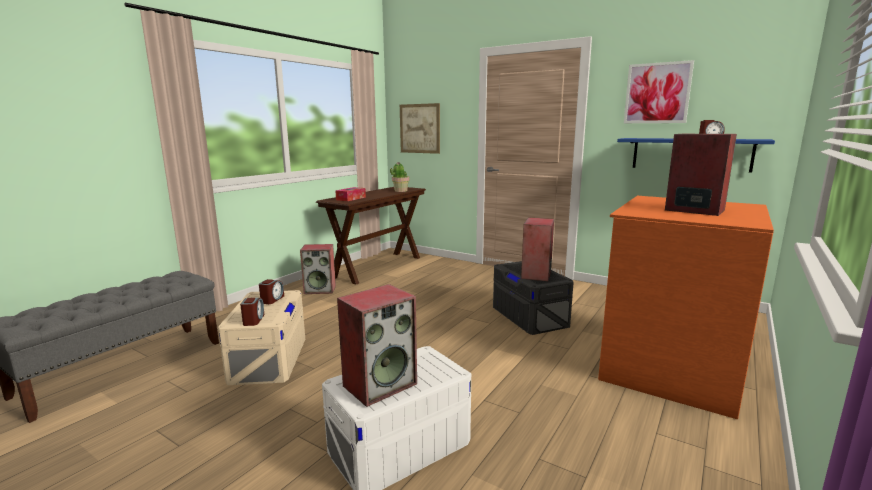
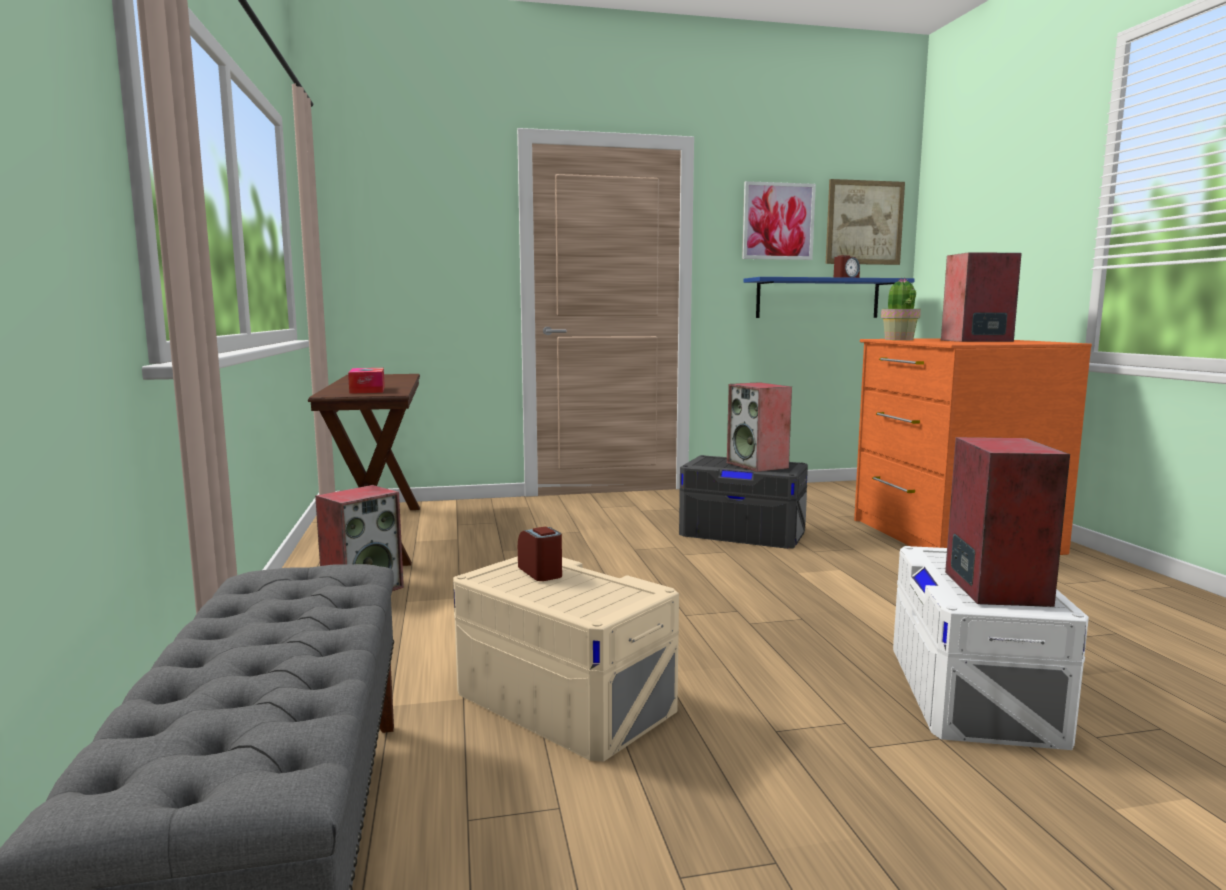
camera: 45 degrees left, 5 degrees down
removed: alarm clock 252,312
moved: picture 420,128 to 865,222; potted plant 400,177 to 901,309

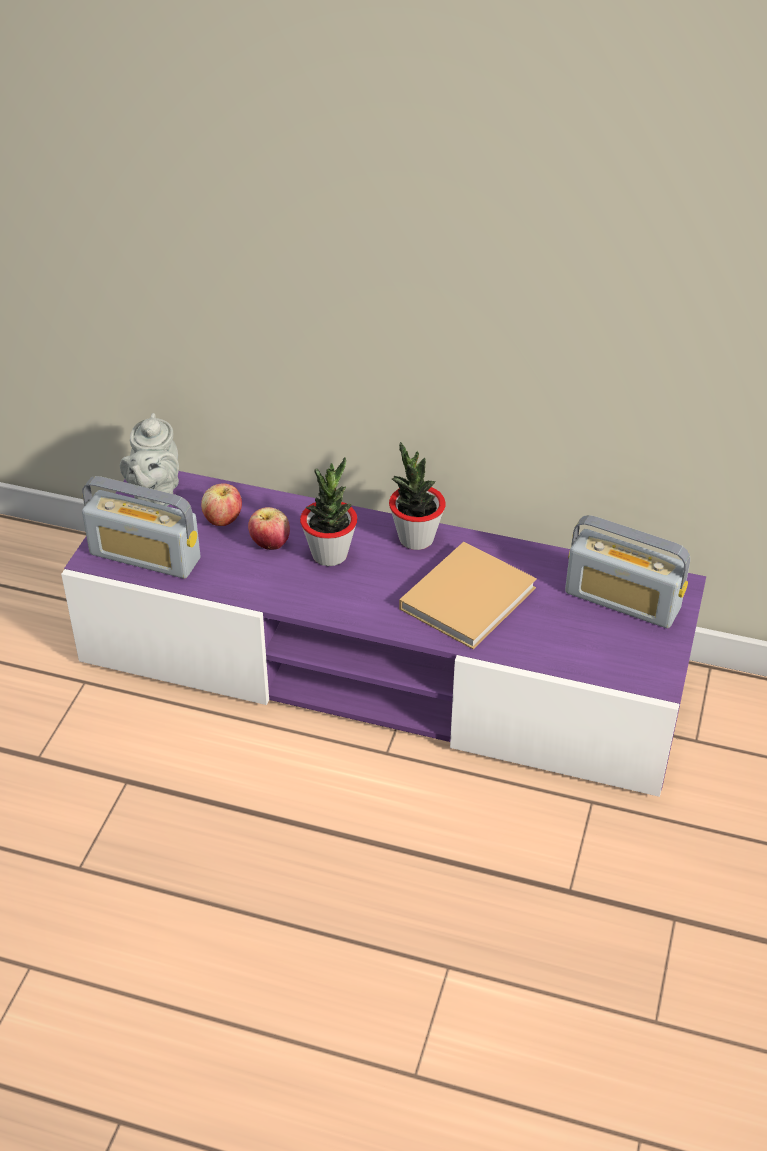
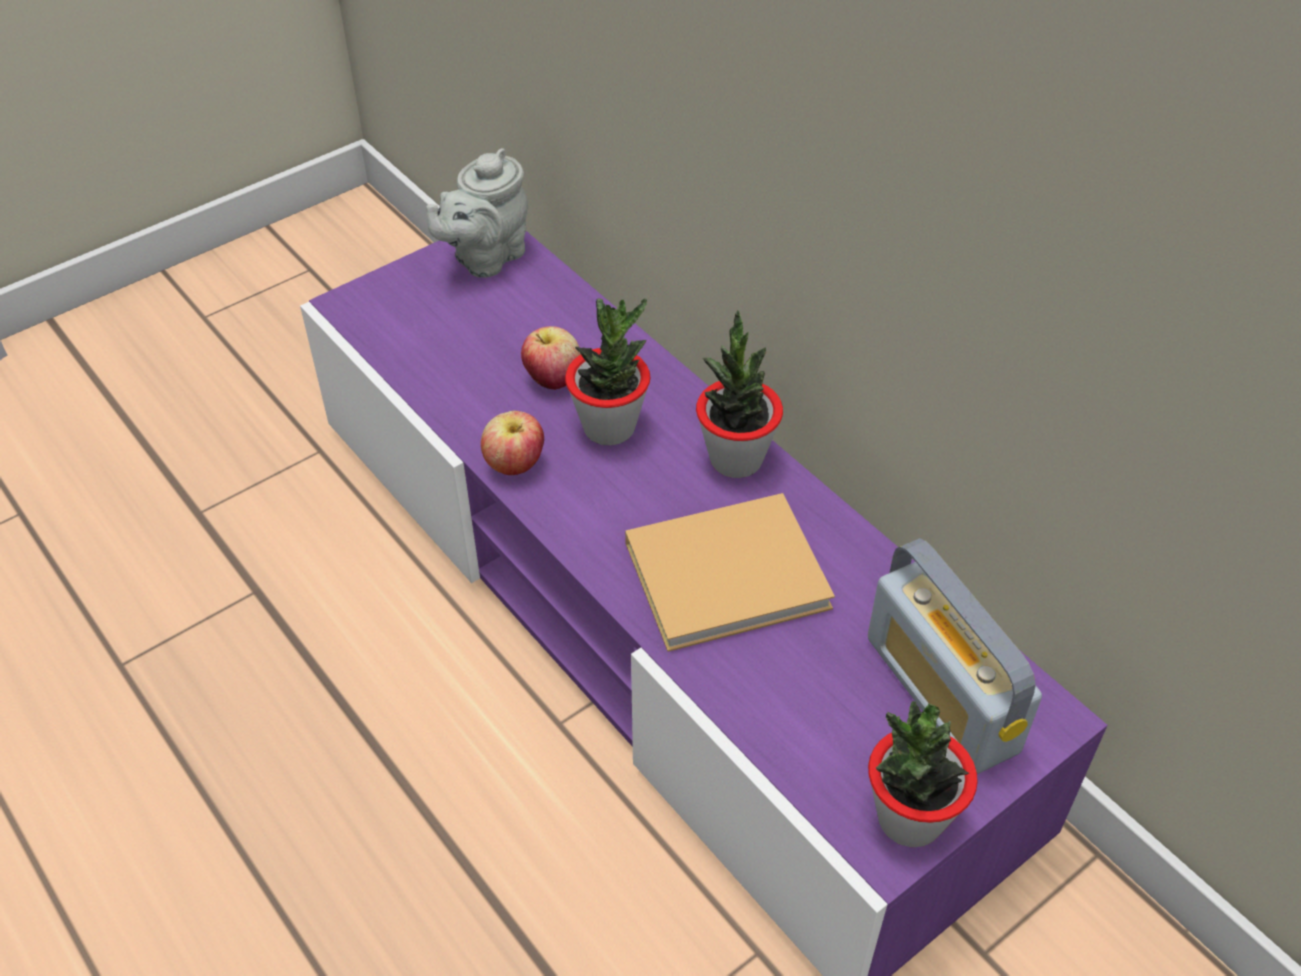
camera: 35 degrees right, 5 degrees up
removed: radio 141,527
added: potted plant 923,774
moved: apple 221,504 to 512,443

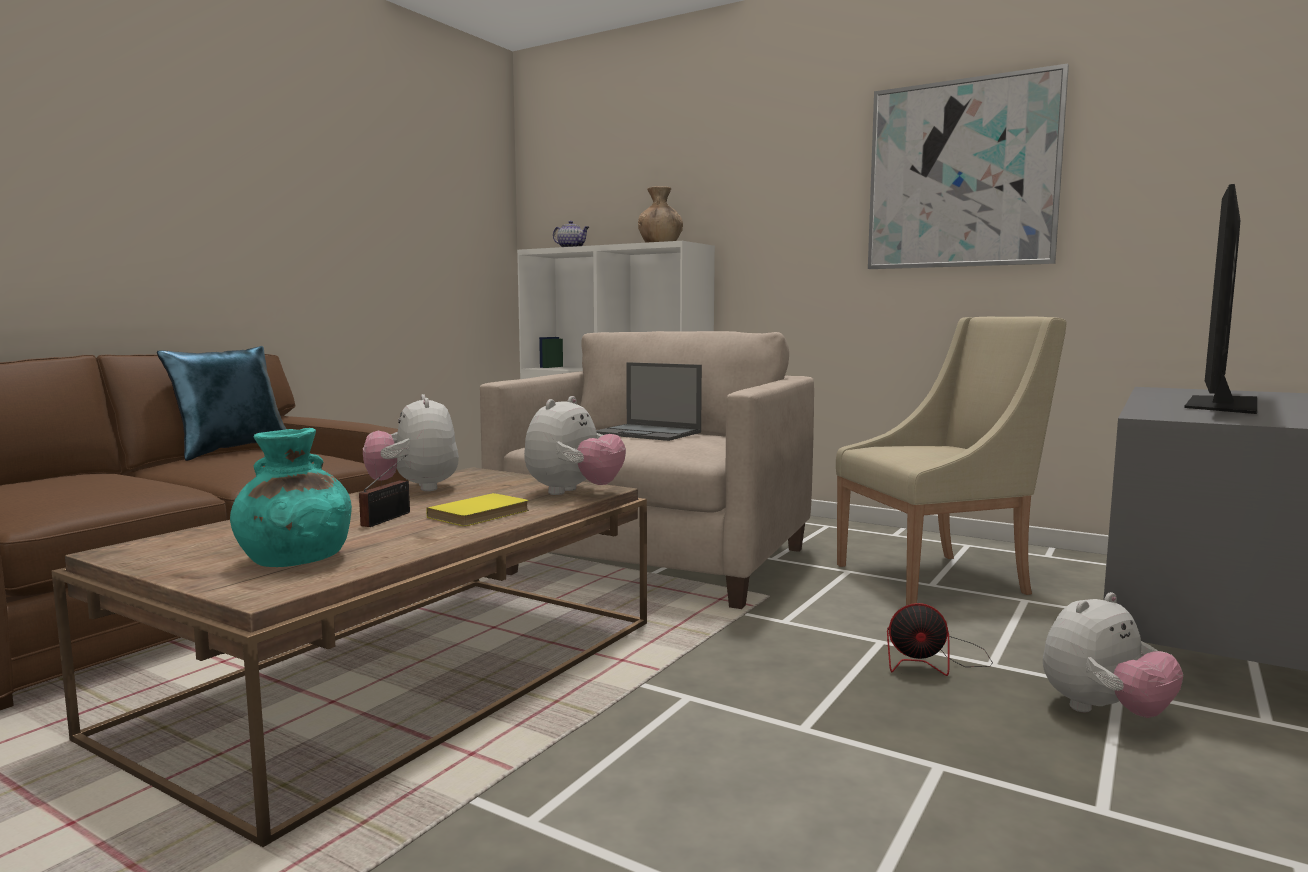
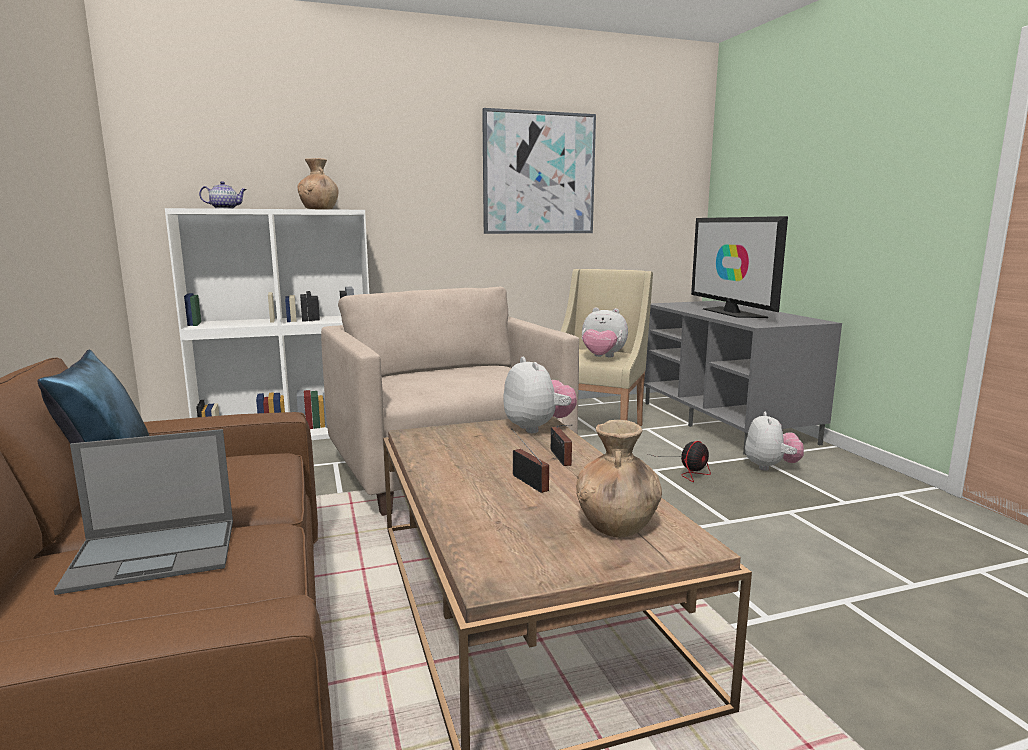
camera: 50 degrees left, 5 degrees up
moved: laptop 649,401 to 143,512; plush toy 411,442 to 605,332
replaced: yellow book 477,509 to radio 561,445
recoloured: turquoise vase 291,497 to brown vase 619,479

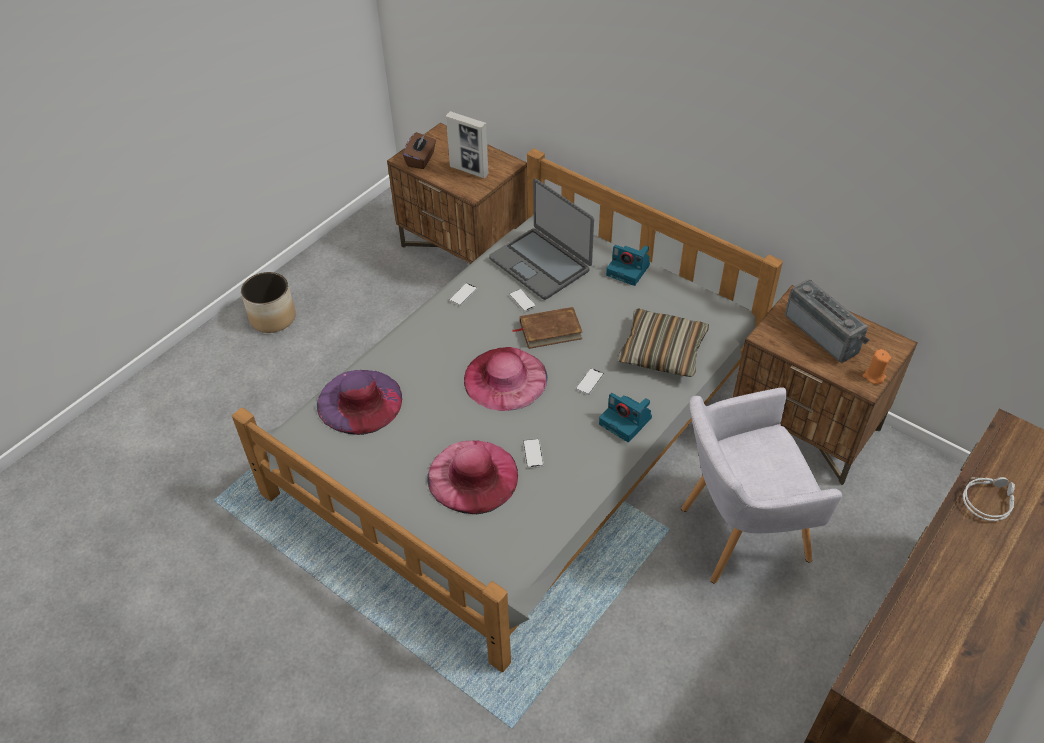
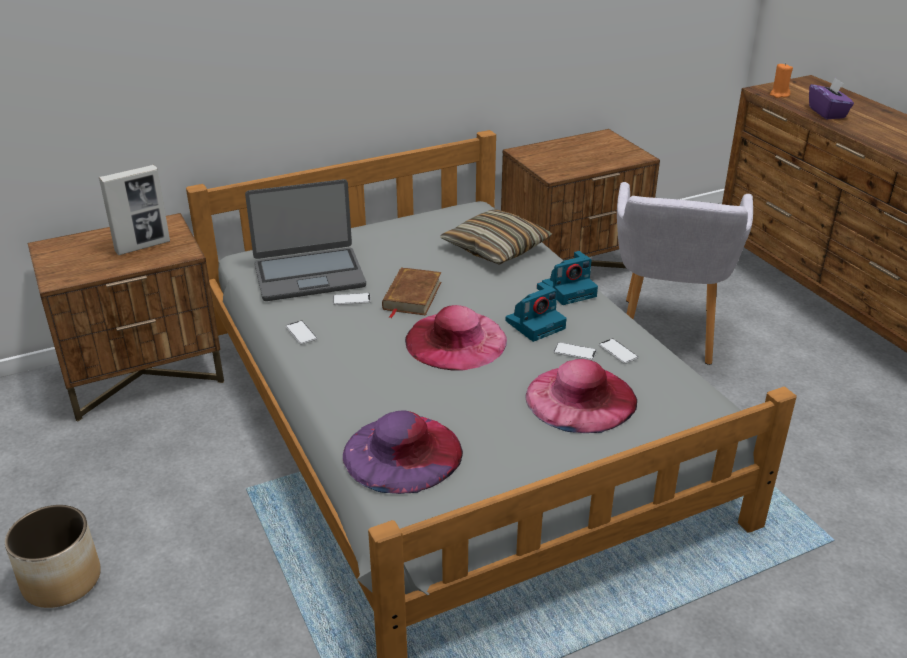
camera: 65 degrees left, 15 degrees down
removed: brown tissue box 419,150; radio 827,321
moved: photo camera 628,265 to 536,312; phone 589,381 to 619,351; orange candle 877,366 to 781,80
replaced: grey headphones 989,499 to purple tissue box 831,98

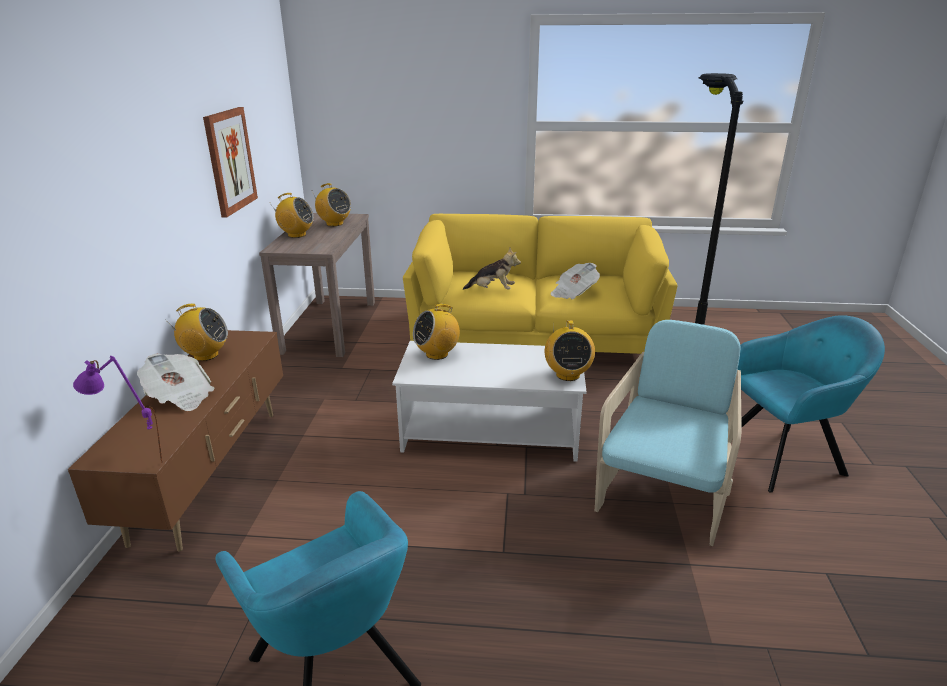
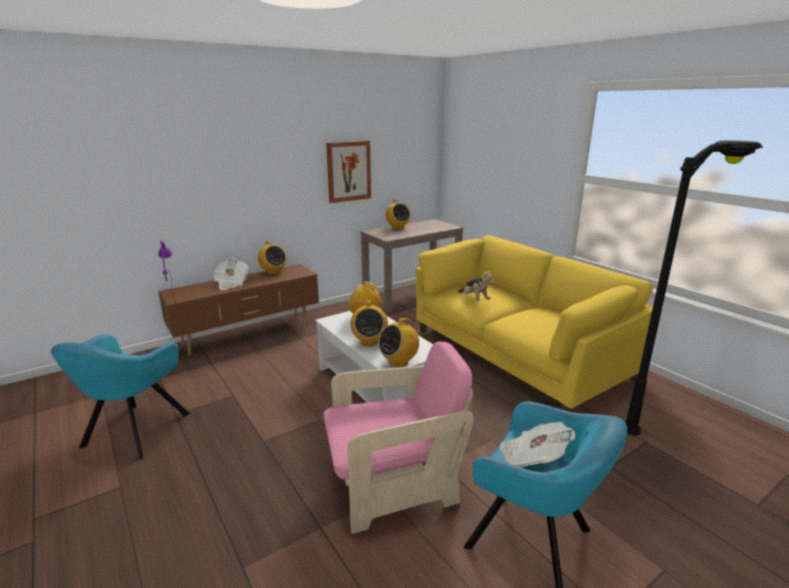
camera: 50 degrees right, 5 degrees down
moved: radio 331,204 to 369,323; newspaper 575,281 to 537,444
recoloured: turquoise armchair 668,433 to pink armchair 399,438

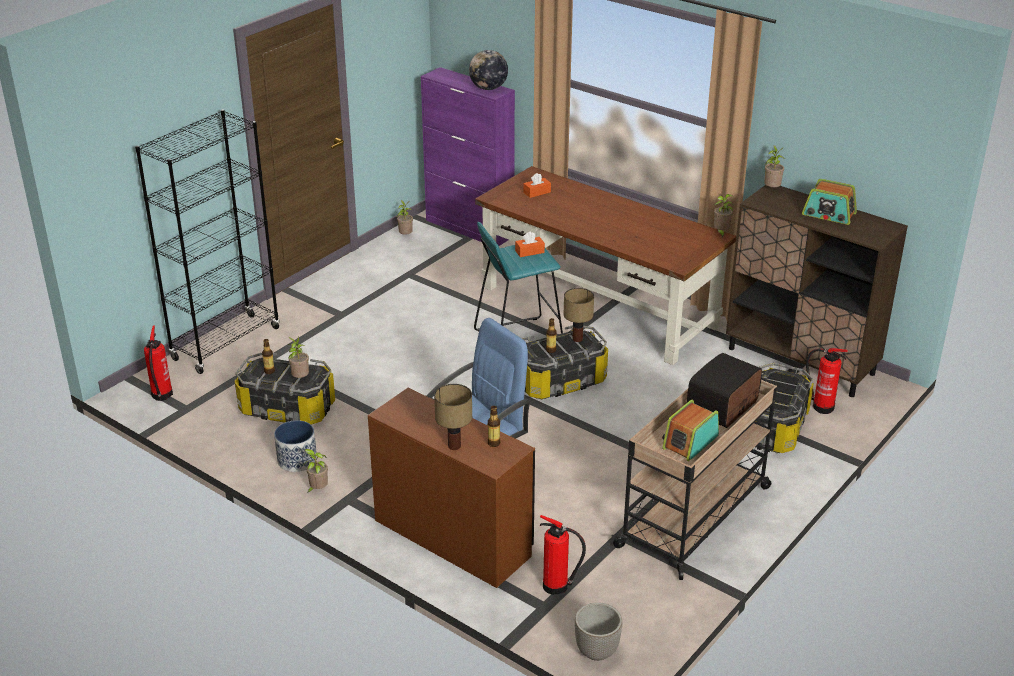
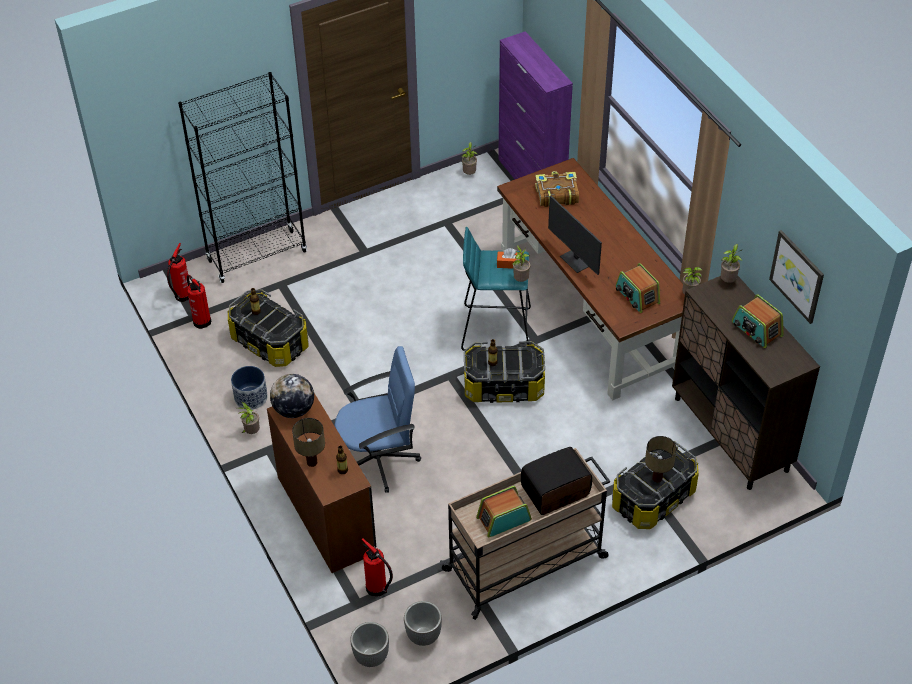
camera: 25 degrees right, 15 degrees up
added: planter 423,623; monitor 575,235; radio 638,288; picture 796,277
moved: fire extinguisher 827,381 to 199,302; globe 488,70 to 292,396; potted plant 298,357 to 521,263; table lamp 578,315 to 661,459
replaced: orange tissue box 537,185 to book 557,189

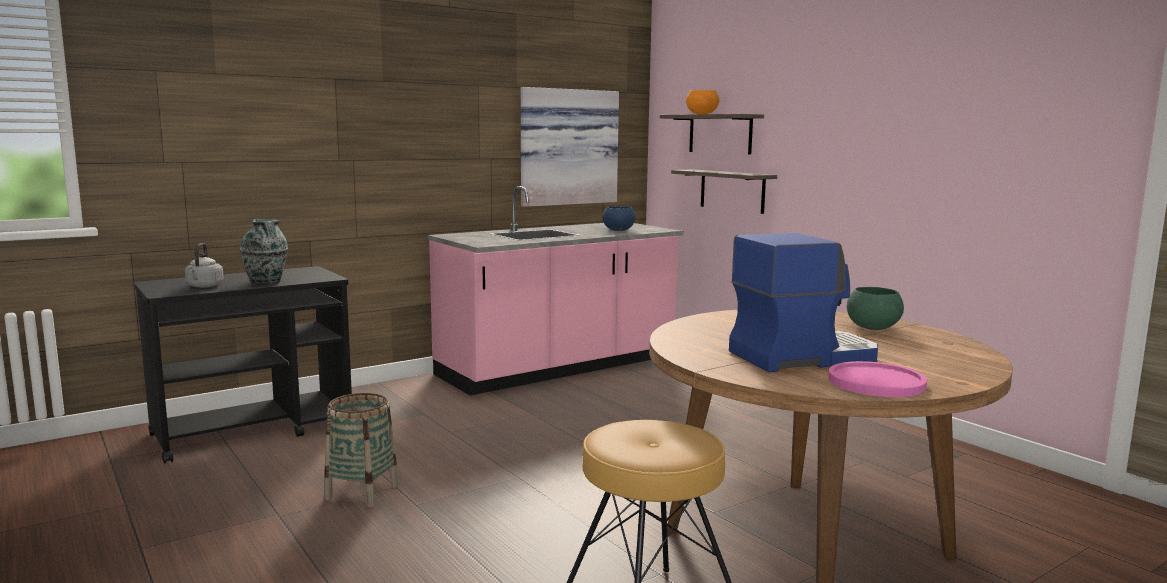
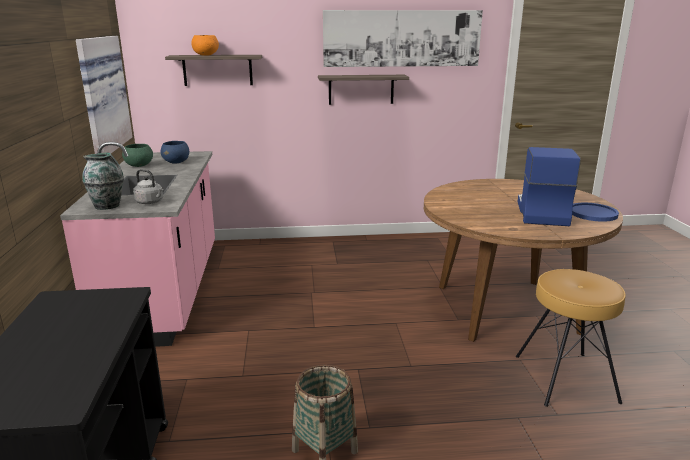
camera: 60 degrees left, 10 degrees up
added: picture 403,38
moved: vase 264,252 to 103,181; green bowl 875,308 to 137,155; grey kettle 204,265 to 148,186; shelf 724,191 to 363,90
recoloured: pink plate 877,379 to blue plate 595,212

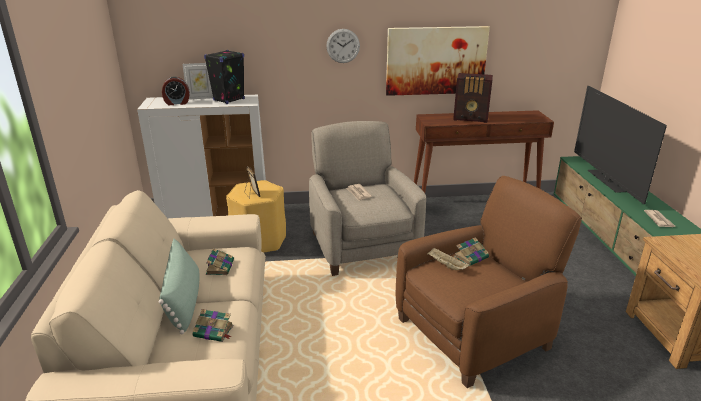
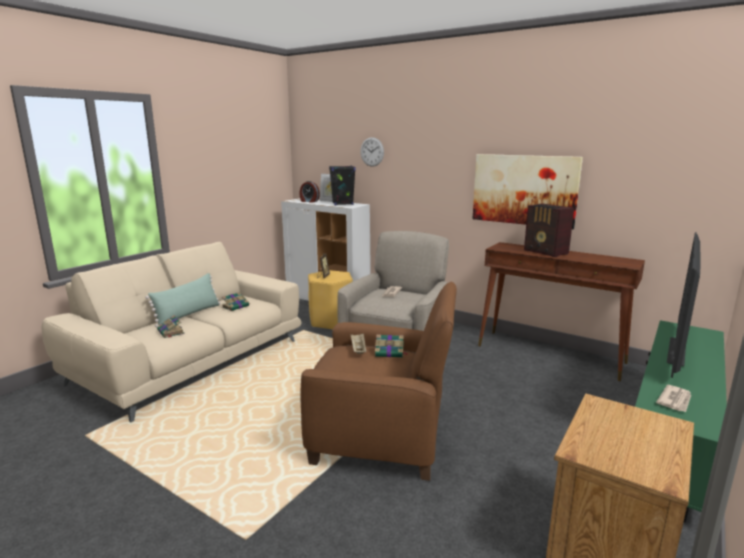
camera: 40 degrees right, 10 degrees down
moved: wall clock 343,46 to 372,152

